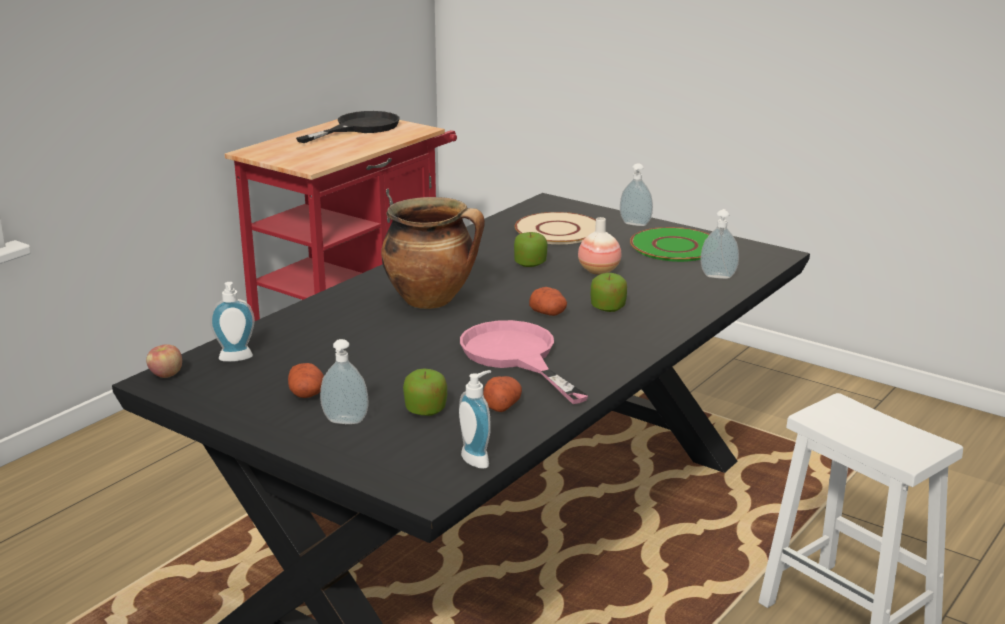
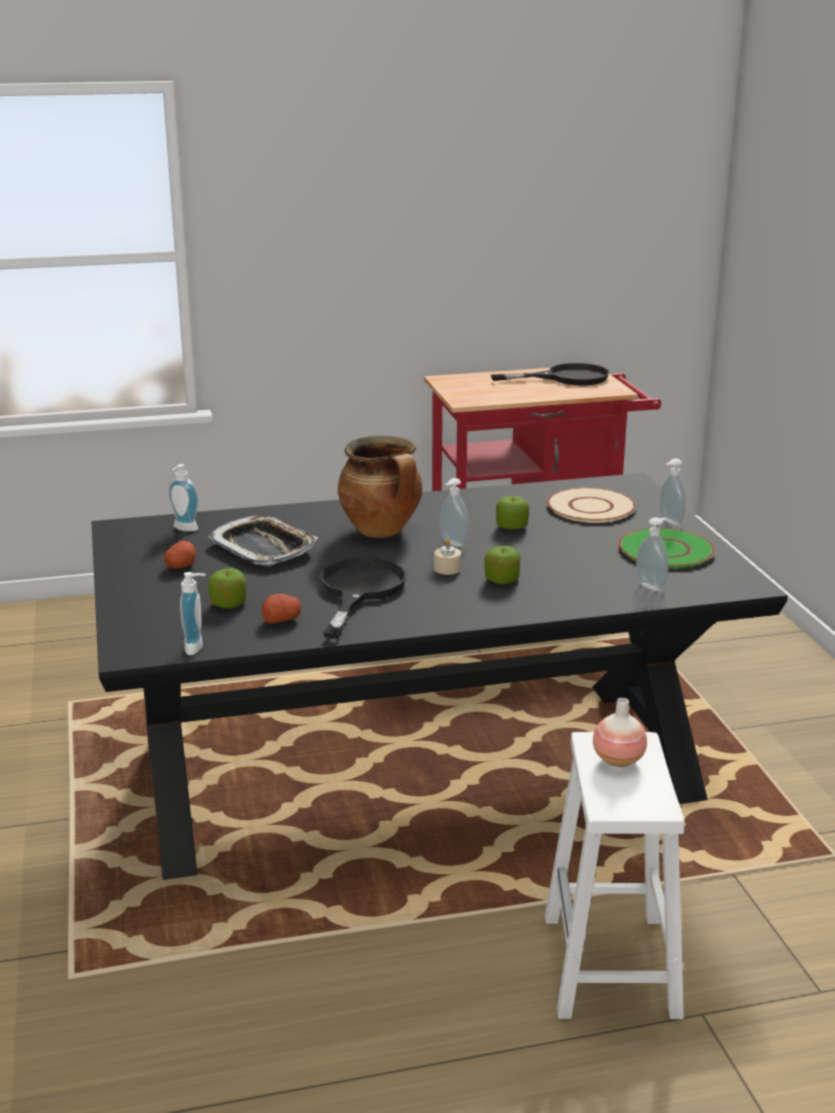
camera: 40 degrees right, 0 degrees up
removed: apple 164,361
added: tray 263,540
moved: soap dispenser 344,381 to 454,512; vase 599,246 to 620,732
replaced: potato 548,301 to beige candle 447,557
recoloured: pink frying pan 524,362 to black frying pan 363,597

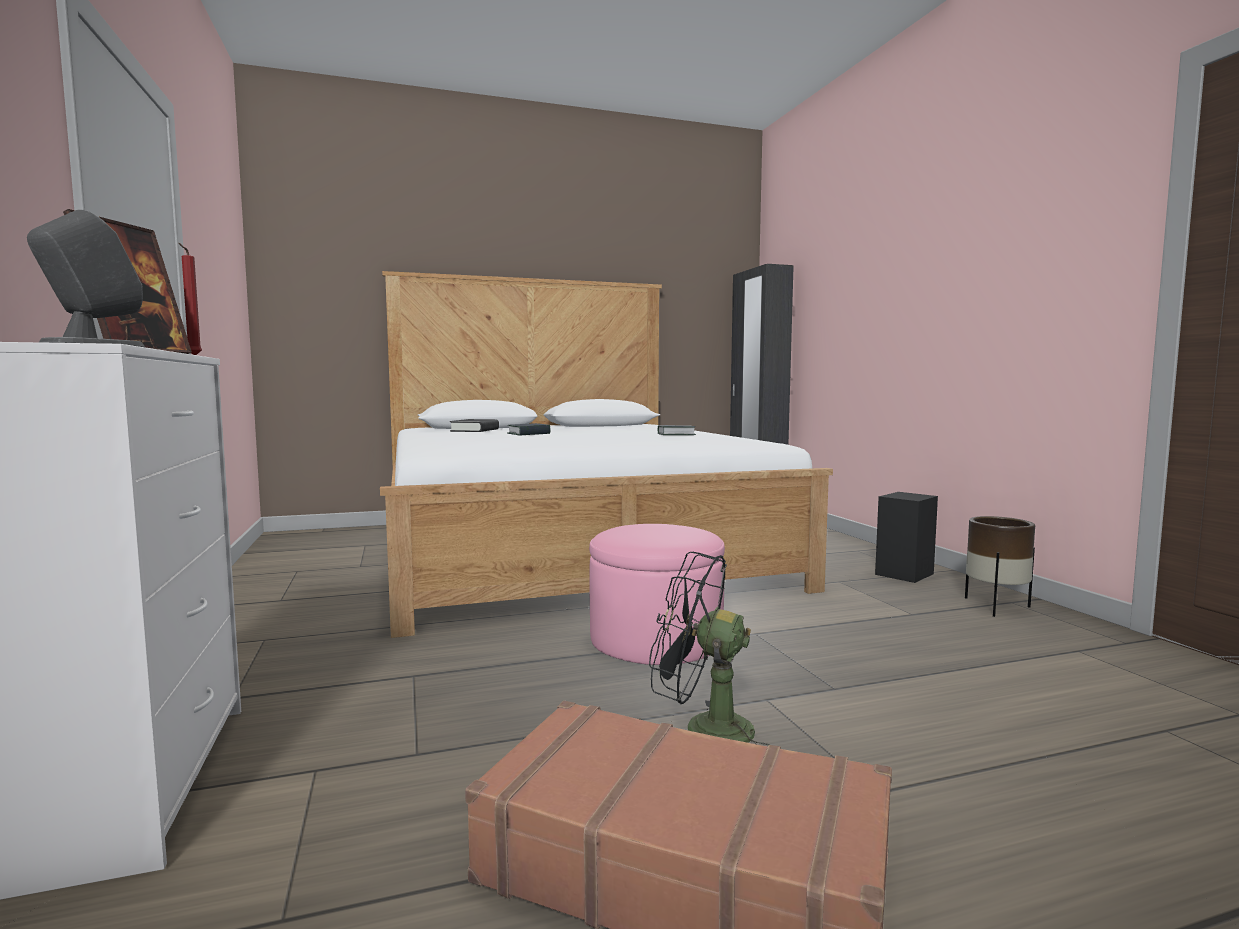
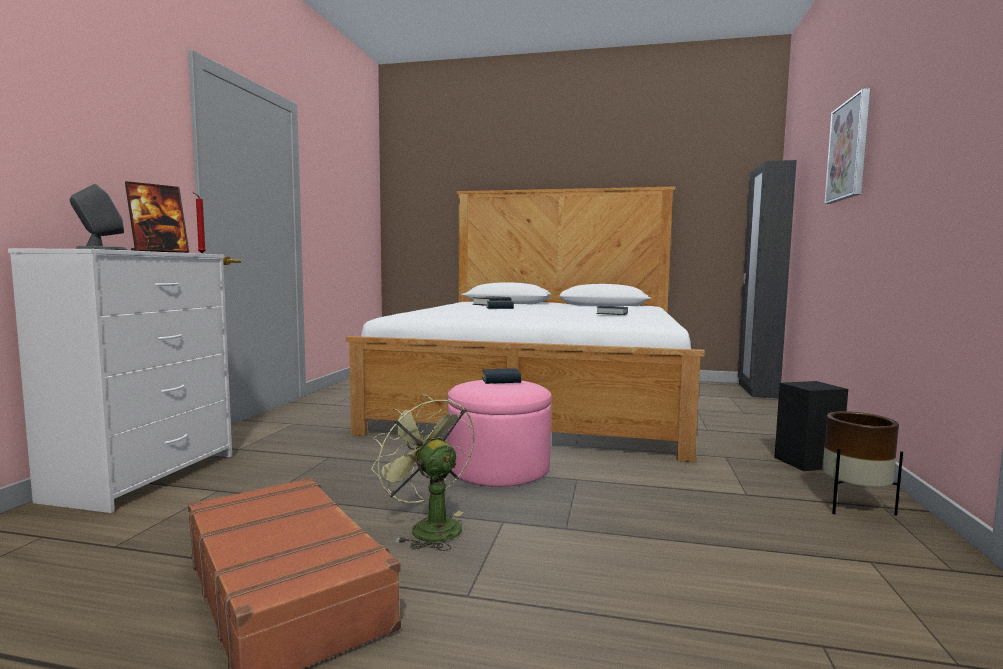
camera: 30 degrees right, 0 degrees up
added: book 501,376; picture 847,146
recoloured: black fan 709,648 to green fan 422,472

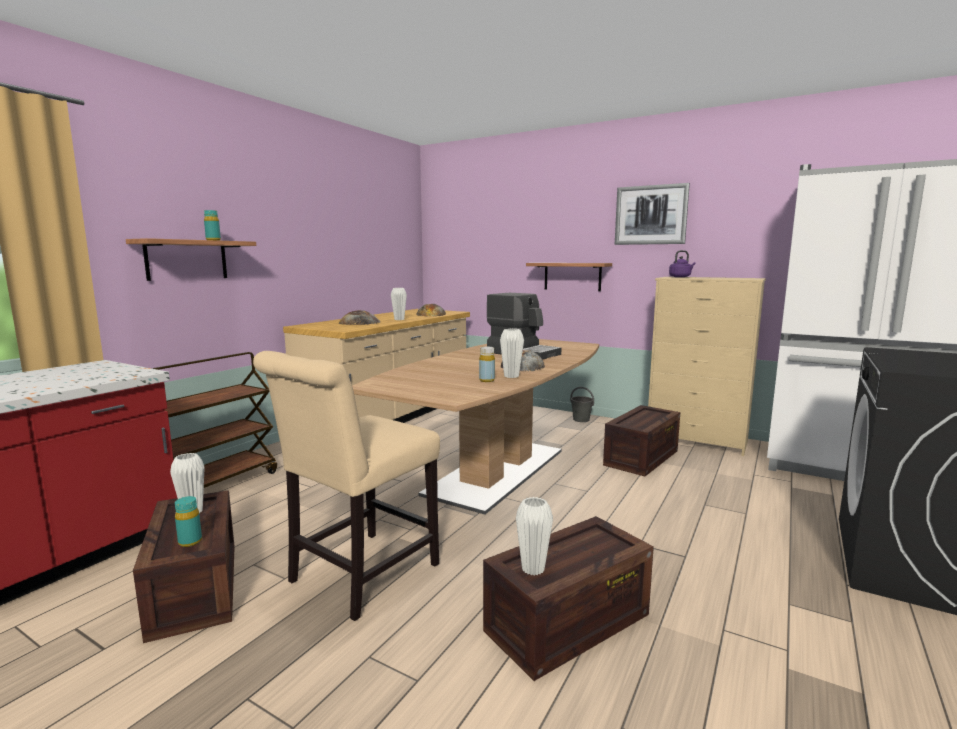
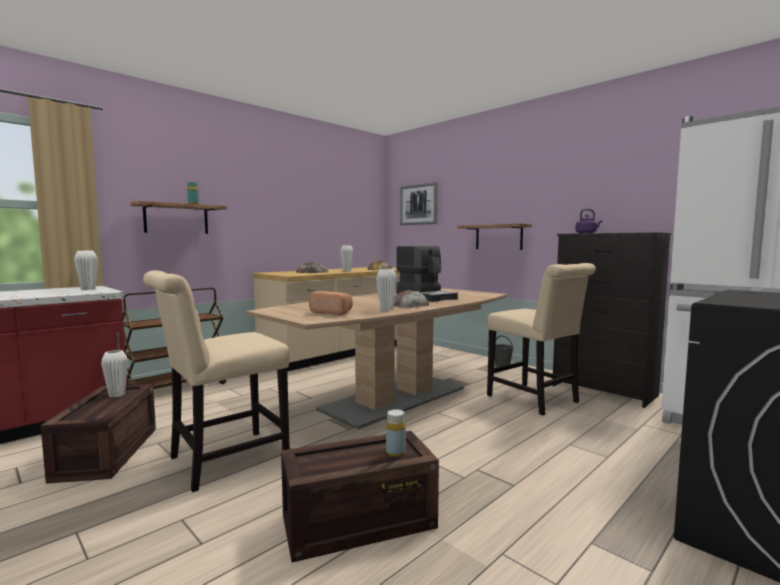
camera: 15 degrees right, 5 degrees down
removed: turquoise bottle 188,521
added: bread 331,303
moved: white vase 534,536 to 86,270; yellow bottle 487,364 to 396,433; picture 652,214 to 418,203
replaced: crate 641,440 to beige chair 541,339
recoloured: beige dresser 707,366 to black dresser 611,320

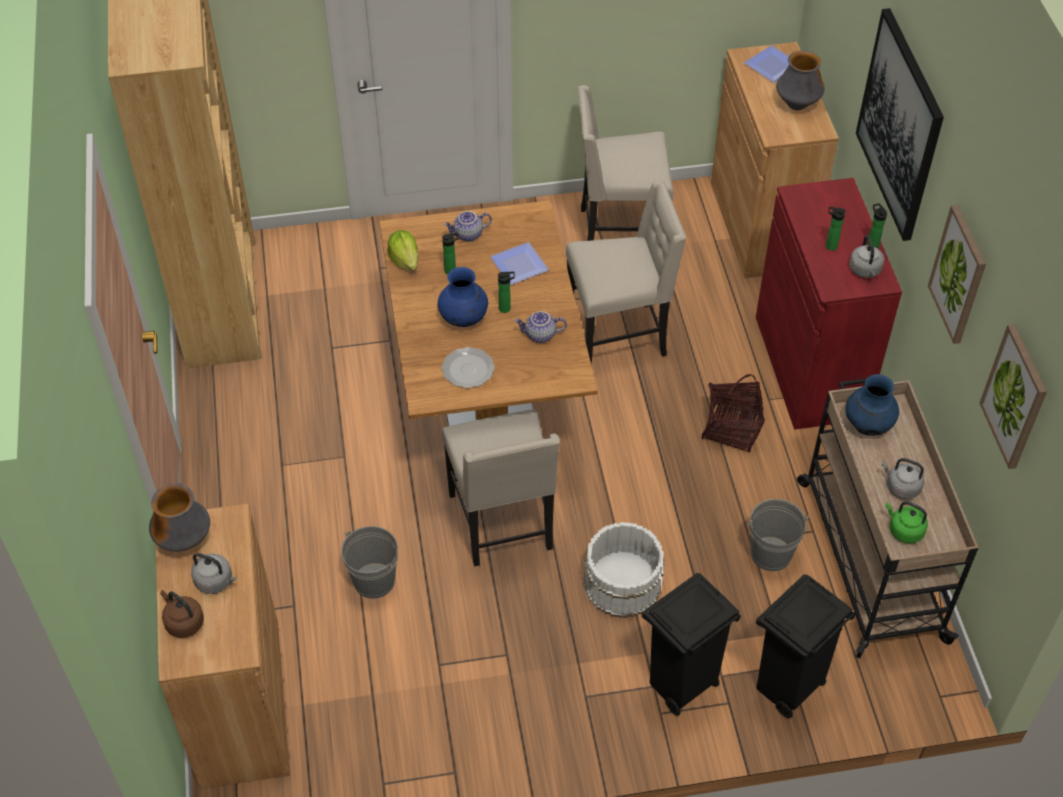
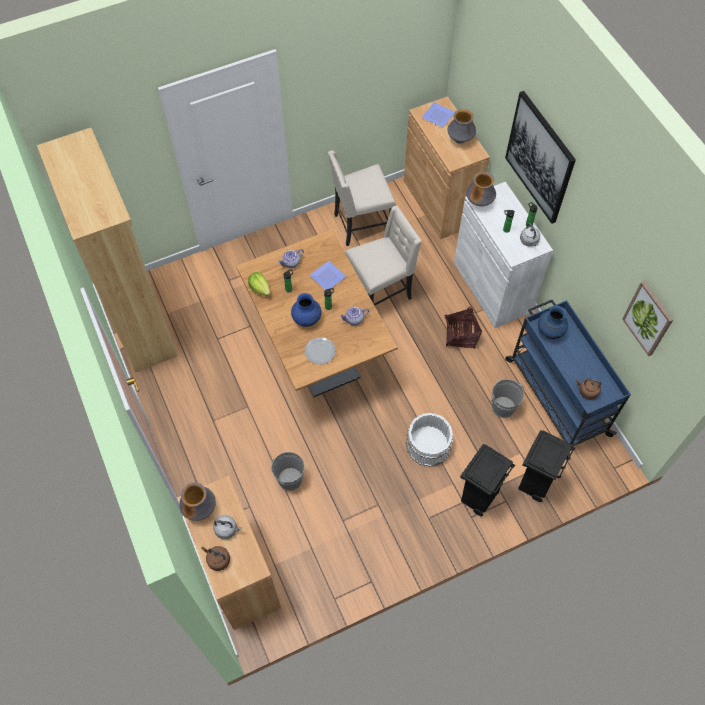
camera: 15 degrees left, 10 degrees up
removed: beige chair 501,487; grey kettle 903,478; picture 957,274
added: vase 481,189
recoloured: red cabinet 829,304 to white cabinet 503,255; beige cart 887,518 to blue cart 568,378; green kettle 906,522 to brown kettle 588,389

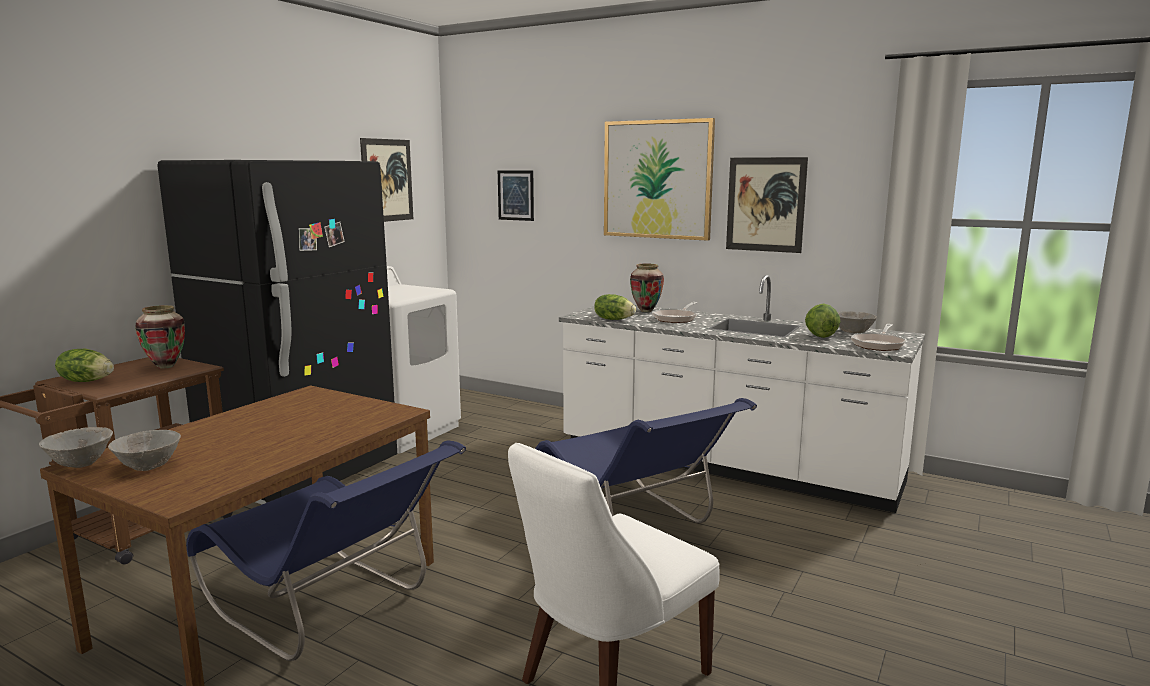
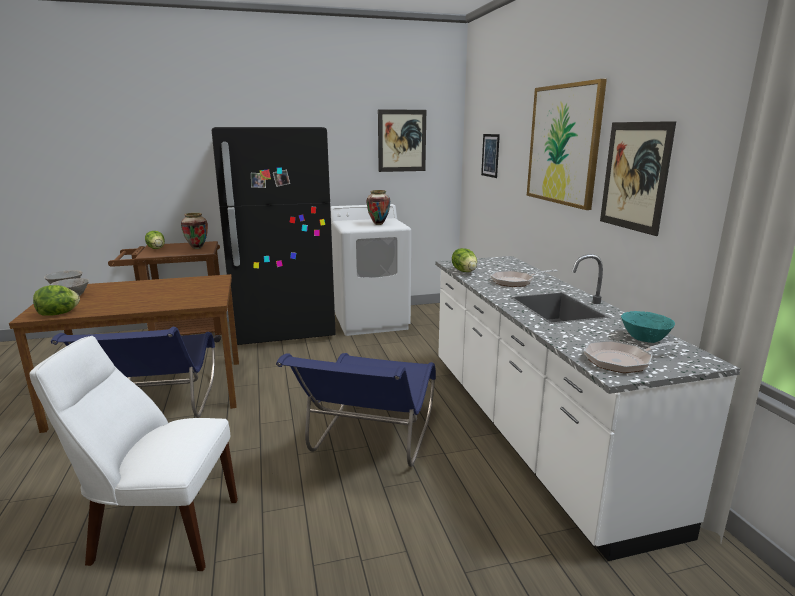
camera: 45 degrees right, 5 degrees up
moved: lettuce 822,320 to 56,300; vase 647,288 to 378,207
recoloured: grey bowl 857,322 to turquoise bowl 648,327

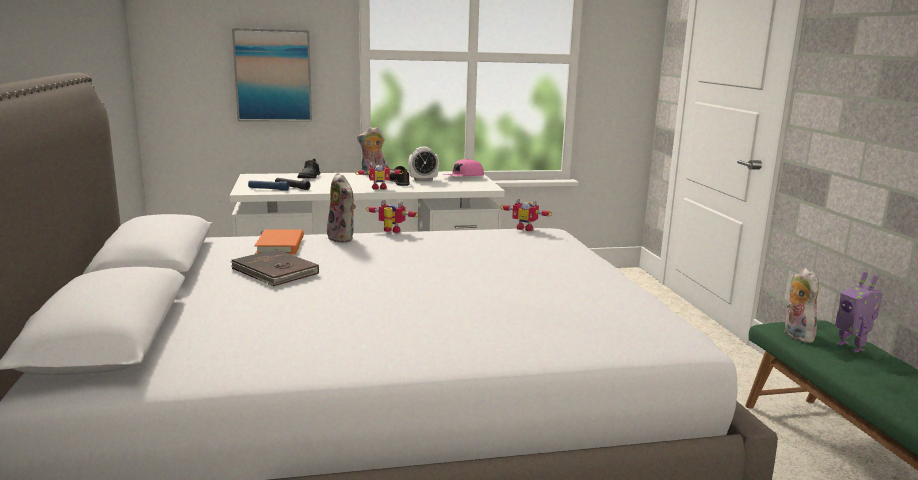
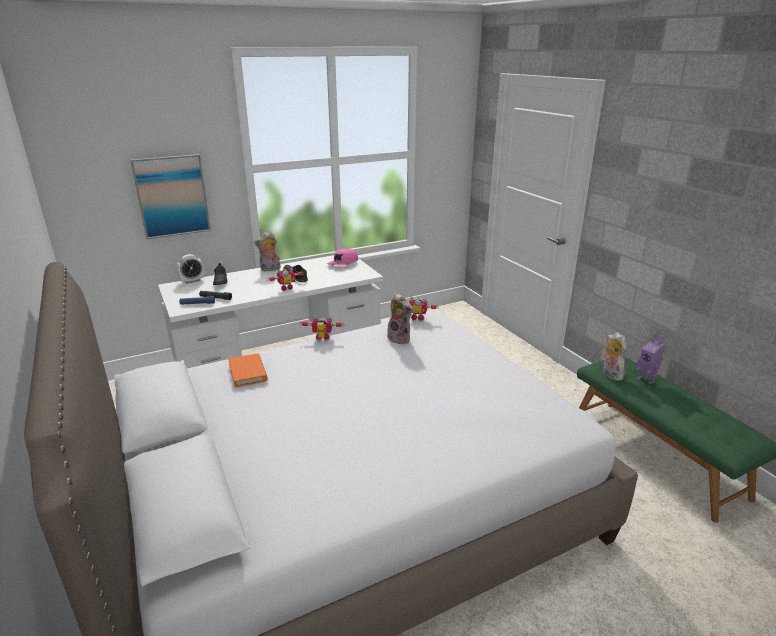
camera: 15 degrees left, 10 degrees up
removed: brown book 275,267
moved: alarm clock 423,164 to 190,269; plush toy 341,208 to 400,318

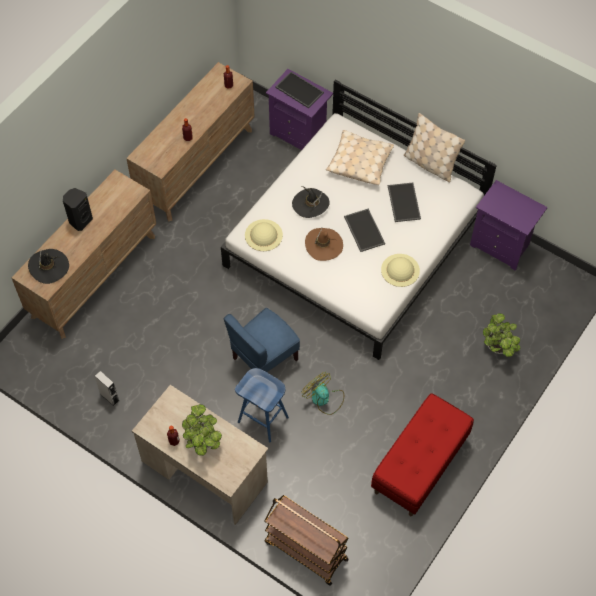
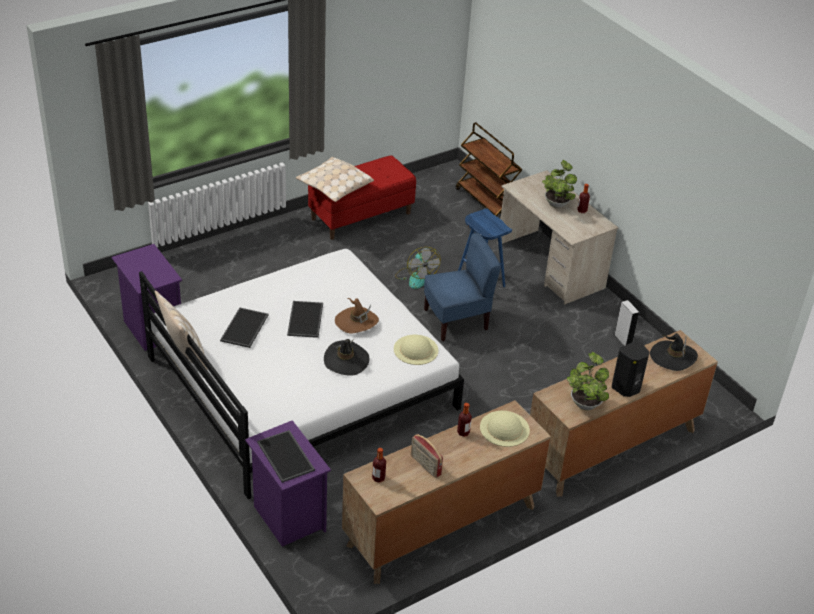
camera: 160 degrees left, 20 degrees down
added: radio 427,456
moved: beige pillow 360,157 to 335,179; beige hat 400,270 to 505,429; potted plant 502,335 to 588,381

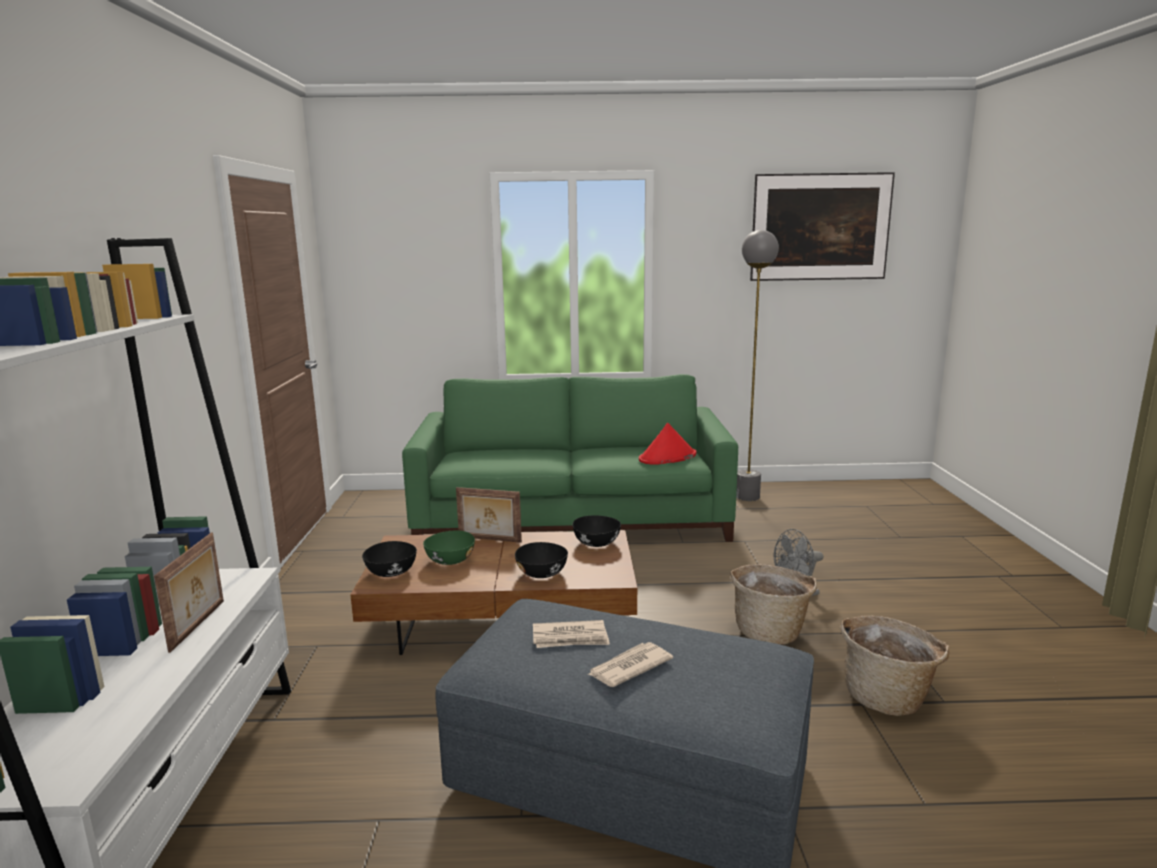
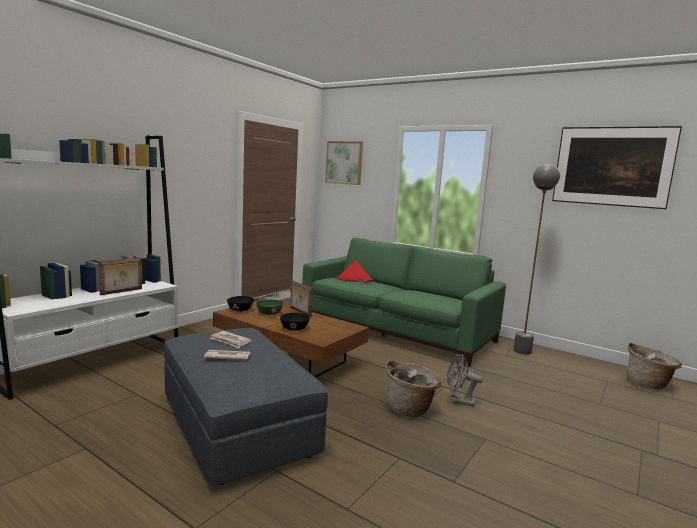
camera: 35 degrees right, 5 degrees down
removed: black bowl 596,531
added: picture 344,163
moved: red hat 667,444 to 355,271; basket 894,666 to 654,366

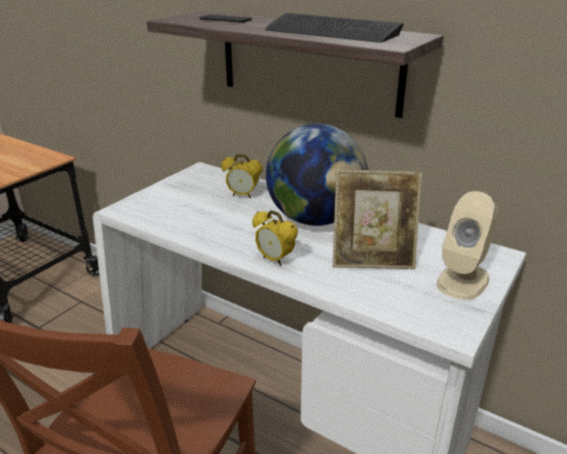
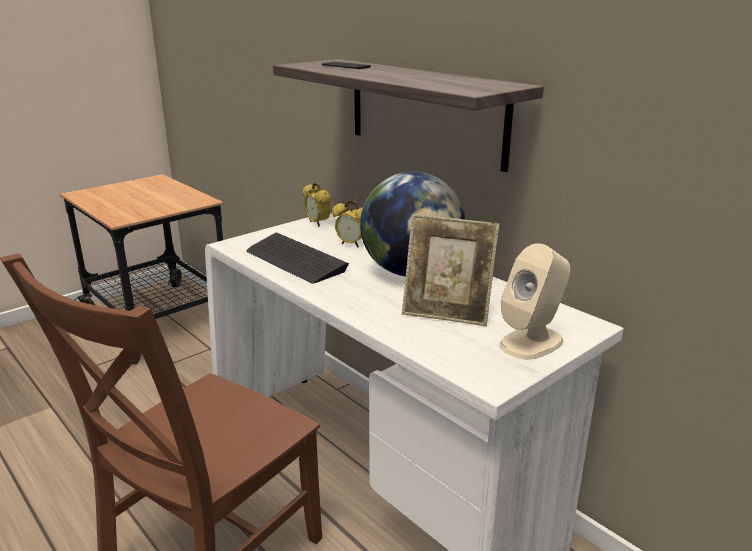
camera: 15 degrees right, 5 degrees down
moved: keyboard 334,28 to 297,258; alarm clock 275,238 to 317,204

